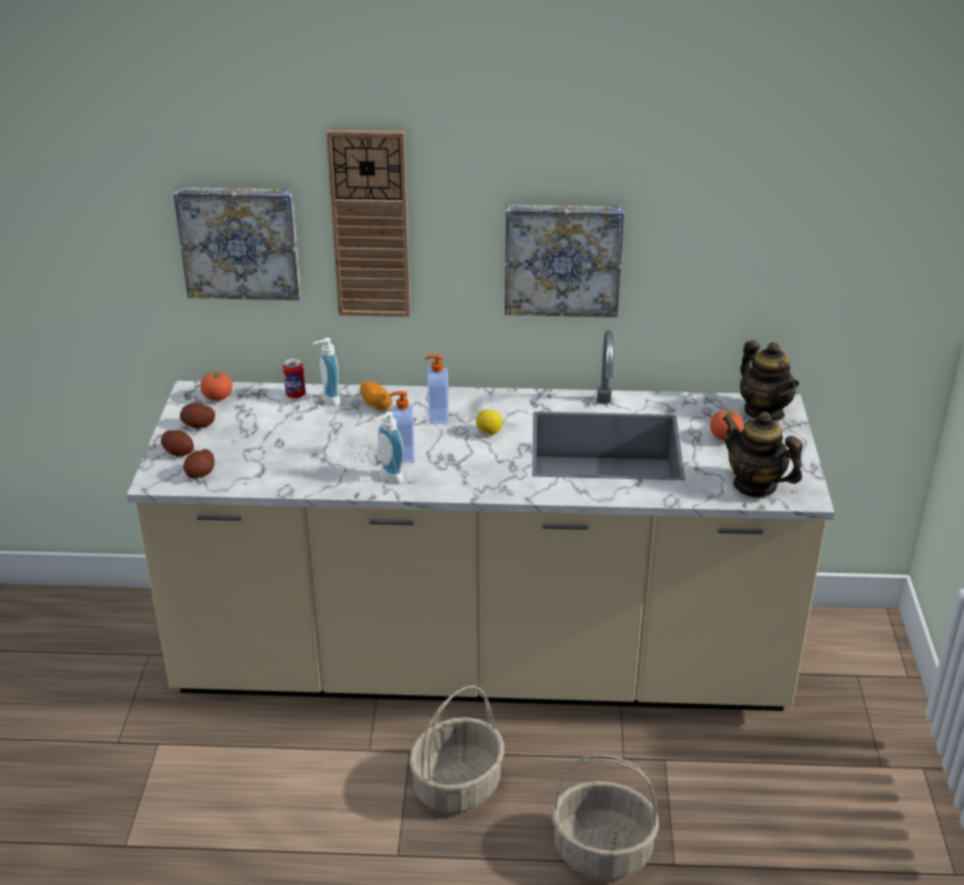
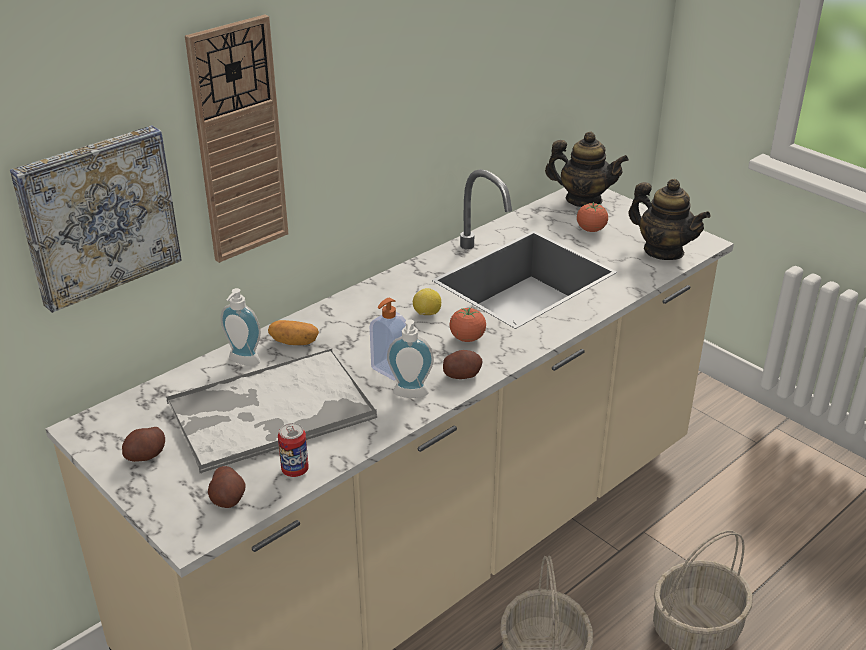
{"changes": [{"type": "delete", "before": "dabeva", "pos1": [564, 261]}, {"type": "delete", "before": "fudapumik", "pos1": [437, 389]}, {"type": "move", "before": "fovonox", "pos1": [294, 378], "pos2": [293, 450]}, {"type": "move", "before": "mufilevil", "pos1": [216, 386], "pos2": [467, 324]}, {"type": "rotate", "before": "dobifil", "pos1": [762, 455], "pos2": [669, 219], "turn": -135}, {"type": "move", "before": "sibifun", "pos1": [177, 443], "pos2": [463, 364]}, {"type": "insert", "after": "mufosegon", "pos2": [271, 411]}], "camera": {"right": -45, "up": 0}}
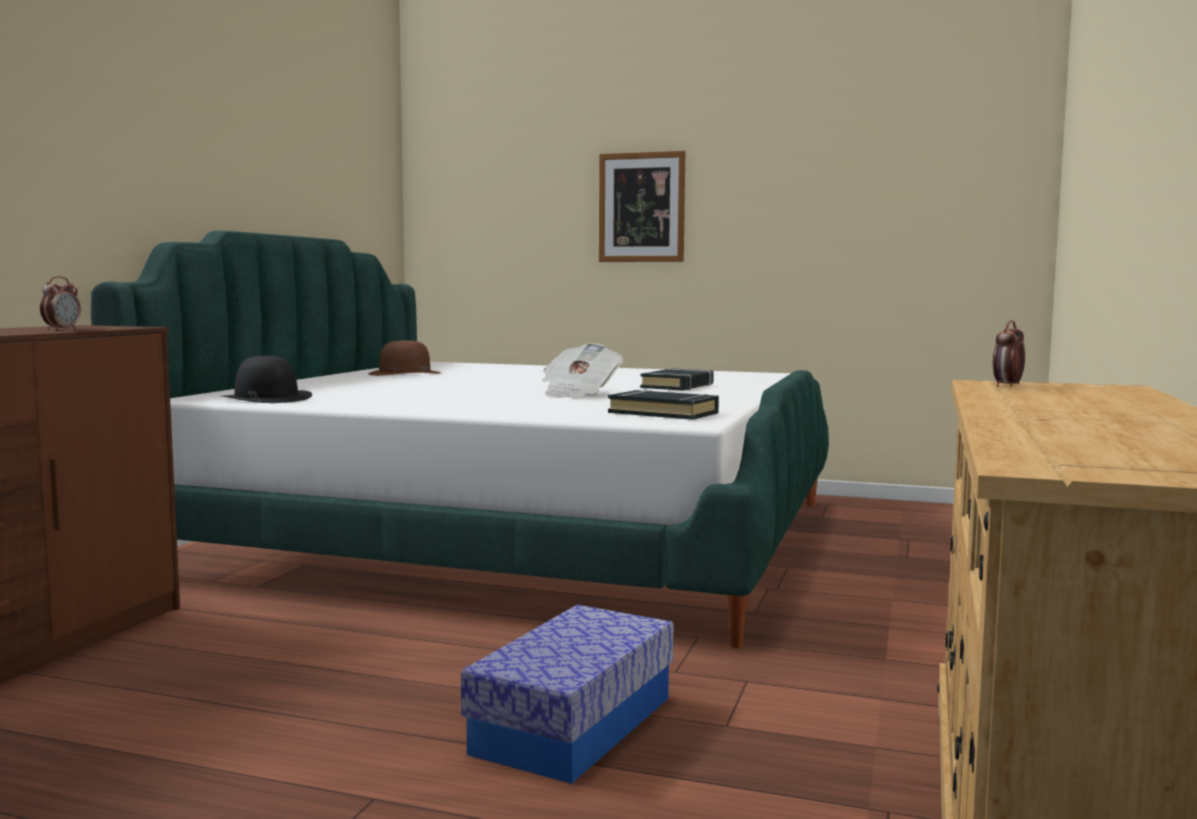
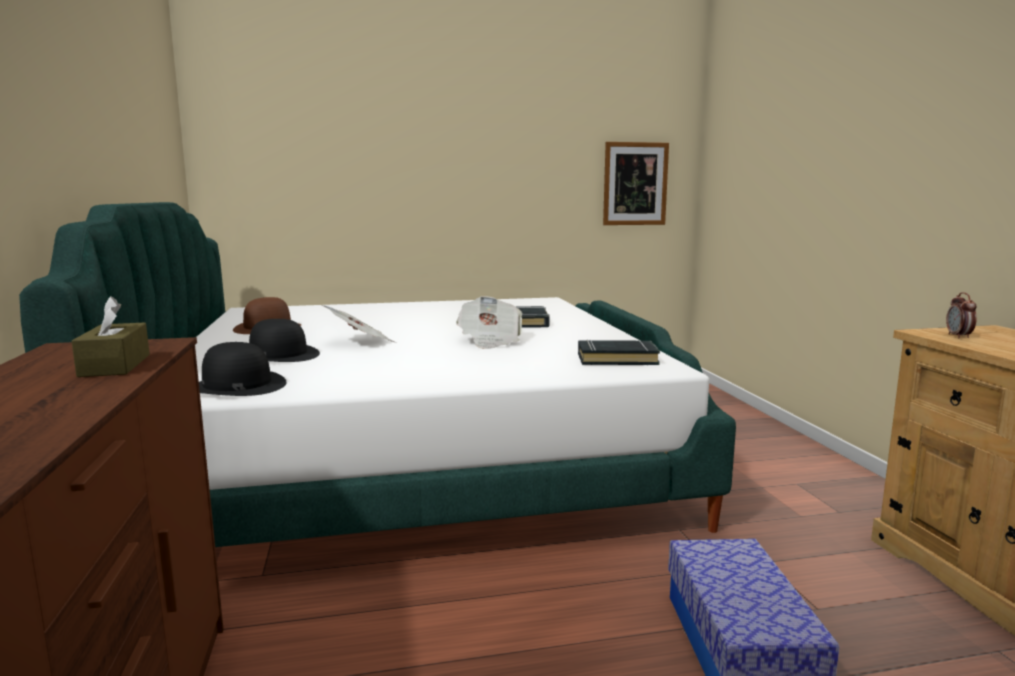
{"changes": [{"type": "move", "before": "dabeva", "pos1": [642, 206], "pos2": [636, 183]}, {"type": "replace", "before": "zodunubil", "after": "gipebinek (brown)", "pos1": [60, 303], "pos2": [110, 336]}, {"type": "insert", "after": "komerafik", "pos2": [358, 323]}, {"type": "insert", "after": "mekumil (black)", "pos2": [284, 340]}], "camera": {"right": -30, "up": 5}}
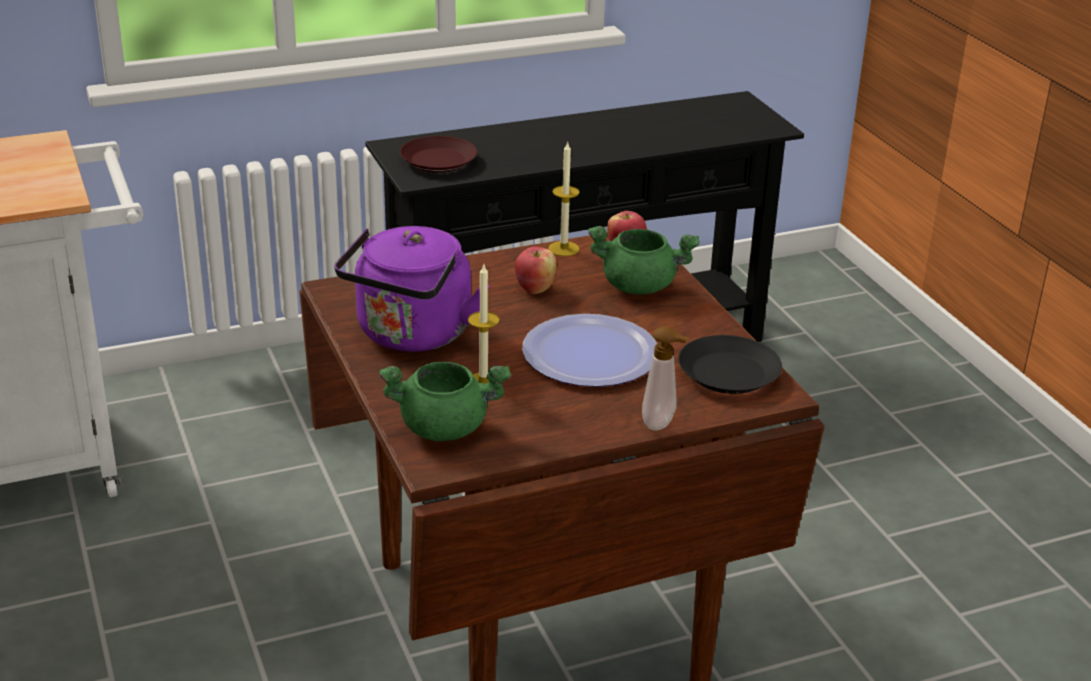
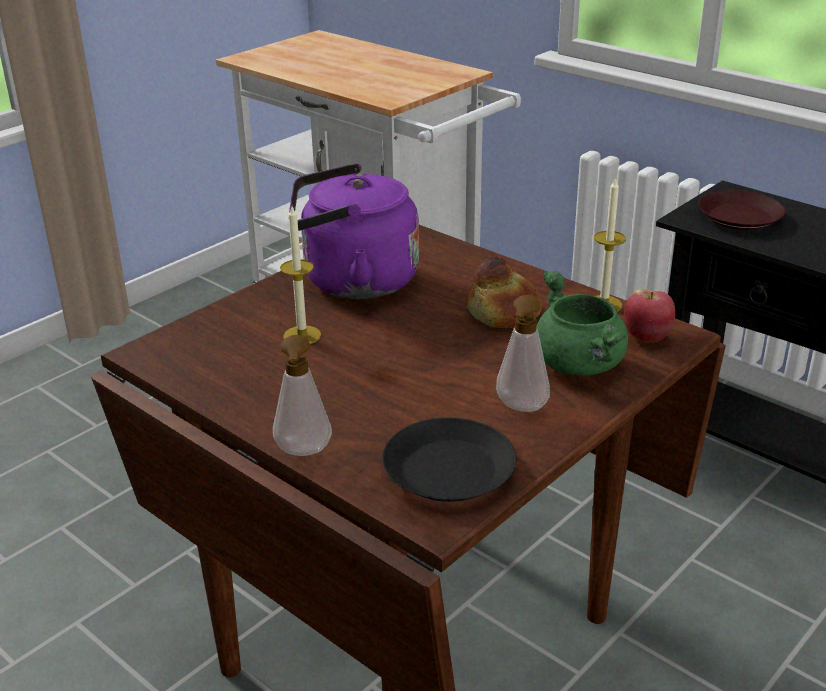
{"changes": [{"type": "replace", "before": "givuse", "after": "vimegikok", "pos1": [536, 270], "pos2": [504, 292]}, {"type": "delete", "before": "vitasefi", "pos1": [589, 350]}, {"type": "delete", "before": "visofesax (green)", "pos1": [445, 401]}, {"type": "insert", "after": "fudapumik", "pos2": [523, 353]}], "camera": {"right": 65, "up": 0}}
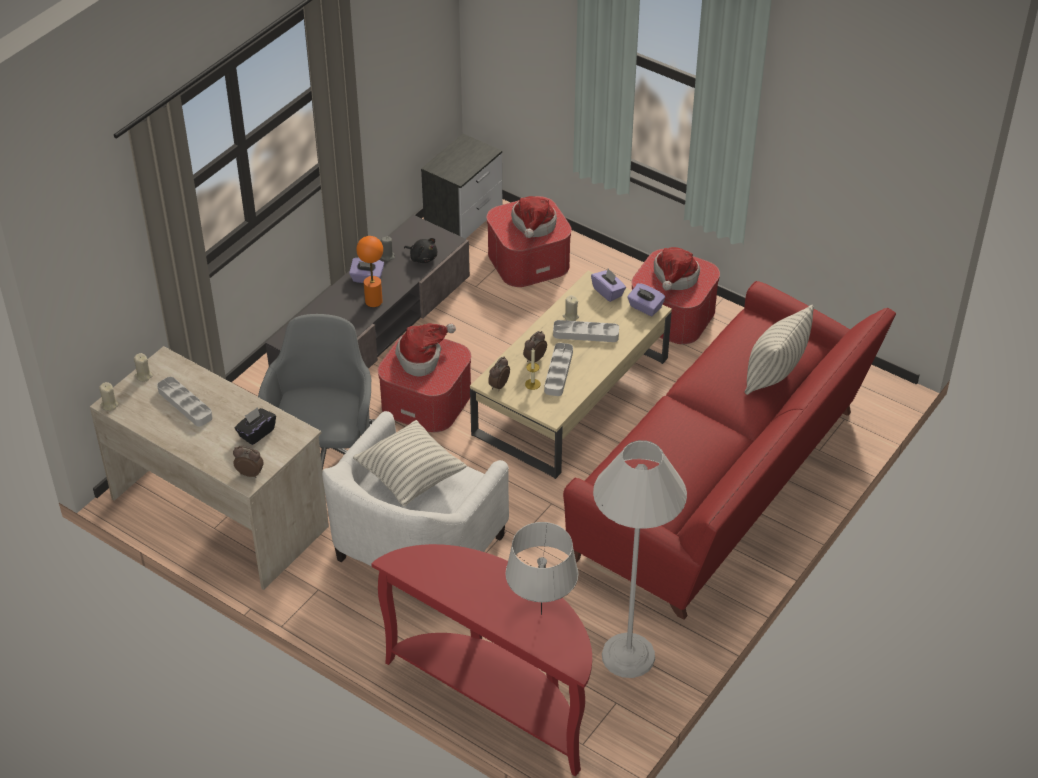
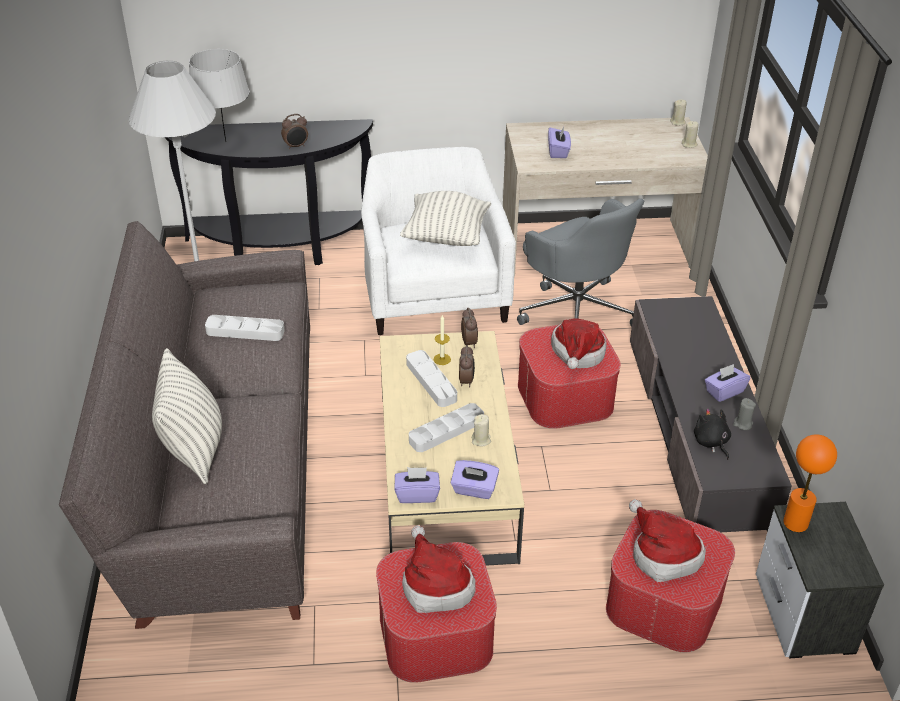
{"changes": [{"type": "move", "before": "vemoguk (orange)", "pos1": [369, 271], "pos2": [810, 483]}, {"type": "rotate", "before": "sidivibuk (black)", "pos1": [420, 250], "pos2": [712, 434], "turn": 75}, {"type": "recolor", "before": "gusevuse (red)", "after": "gusevuse (grey)", "pos1": [729, 450], "pos2": [184, 425]}, {"type": "move", "before": "mufosegon (grey)", "pos1": [185, 402], "pos2": [245, 328]}, {"type": "recolor", "before": "gipebinek (black)", "after": "gipebinek (purple)", "pos1": [255, 426], "pos2": [559, 142]}, {"type": "move", "before": "zodunubil", "pos1": [248, 462], "pos2": [294, 131]}, {"type": "recolor", "before": "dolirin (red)", "after": "dolirin (black)", "pos1": [481, 660], "pos2": [269, 192]}], "camera": {"right": 140, "up": -5}}
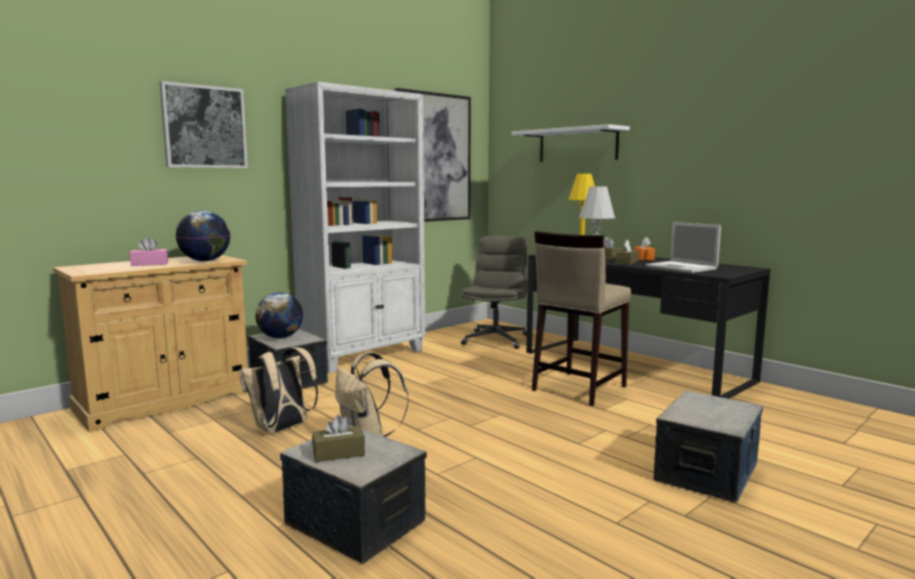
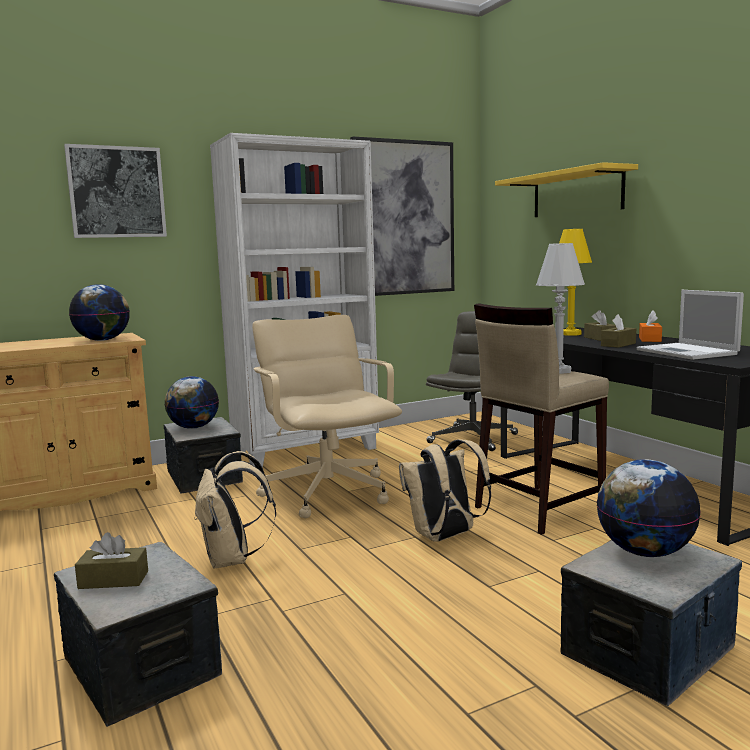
{"changes": [{"type": "recolor", "before": "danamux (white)", "after": "danamux (yellow)", "pos1": [570, 143], "pos2": [566, 189]}, {"type": "delete", "before": "gipebinek (pink)", "pos1": [149, 251]}, {"type": "move", "before": "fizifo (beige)", "pos1": [278, 390], "pos2": [445, 490]}, {"type": "insert", "after": "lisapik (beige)", "pos2": [327, 416]}, {"type": "insert", "after": "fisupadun", "pos2": [649, 508]}], "camera": {"right": 15, "up": 0}}
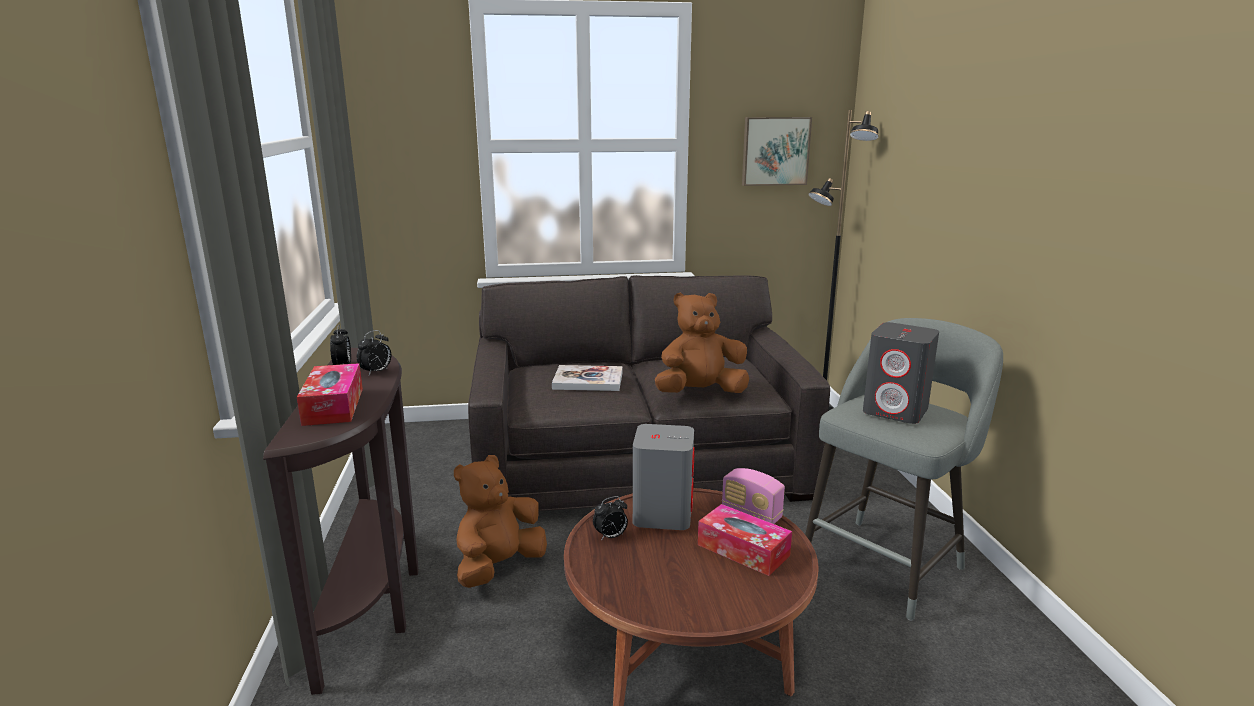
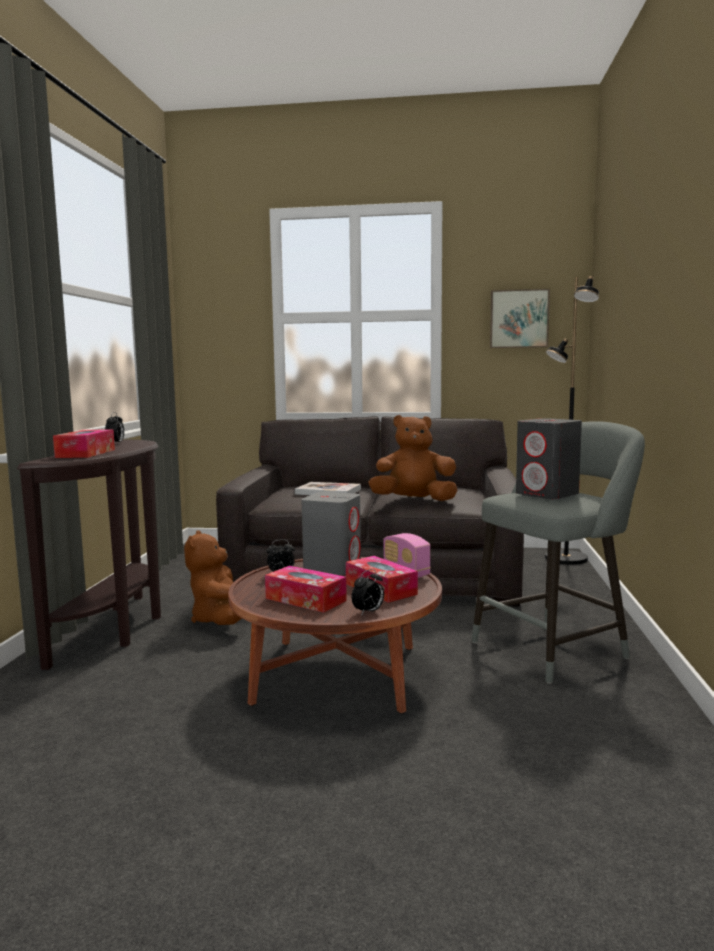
{"changes": [{"type": "move", "before": "zodunubil", "pos1": [374, 352], "pos2": [368, 592]}, {"type": "rotate", "before": "sidivibuk (brown)", "pos1": [500, 521], "pos2": [213, 577], "turn": -60}, {"type": "insert", "after": "gipebinek", "pos2": [306, 589]}], "camera": {"right": 15, "up": -10}}
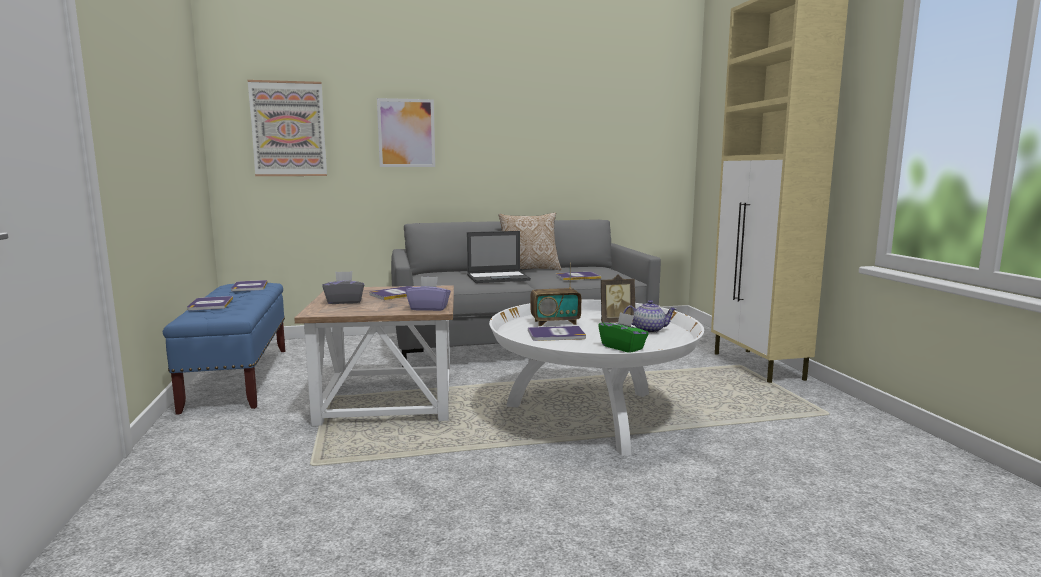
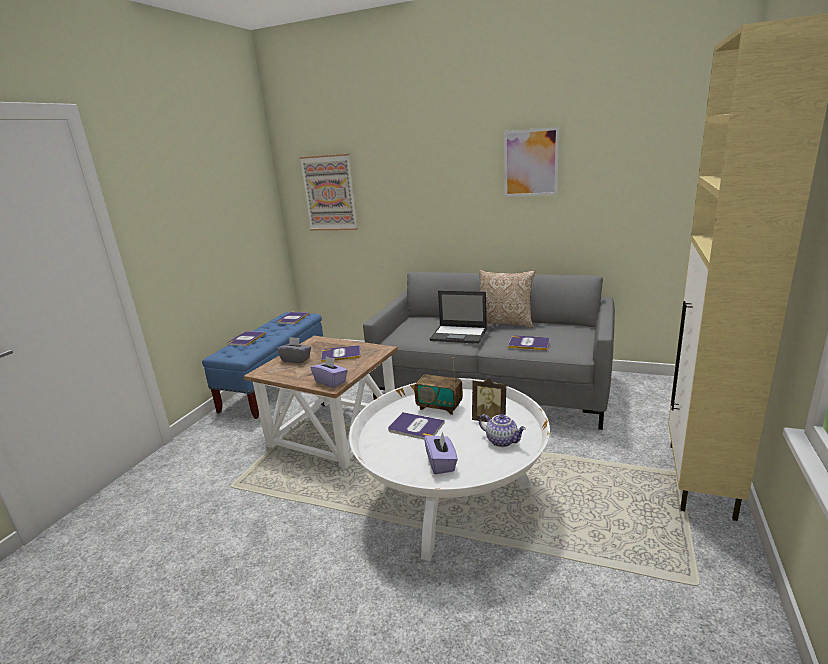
{"changes": [{"type": "move", "before": "dabeva", "pos1": [406, 132], "pos2": [531, 162]}, {"type": "recolor", "before": "gipebinek (green)", "after": "gipebinek (purple)", "pos1": [623, 332], "pos2": [441, 452]}], "camera": {"right": 35, "up": 10}}
